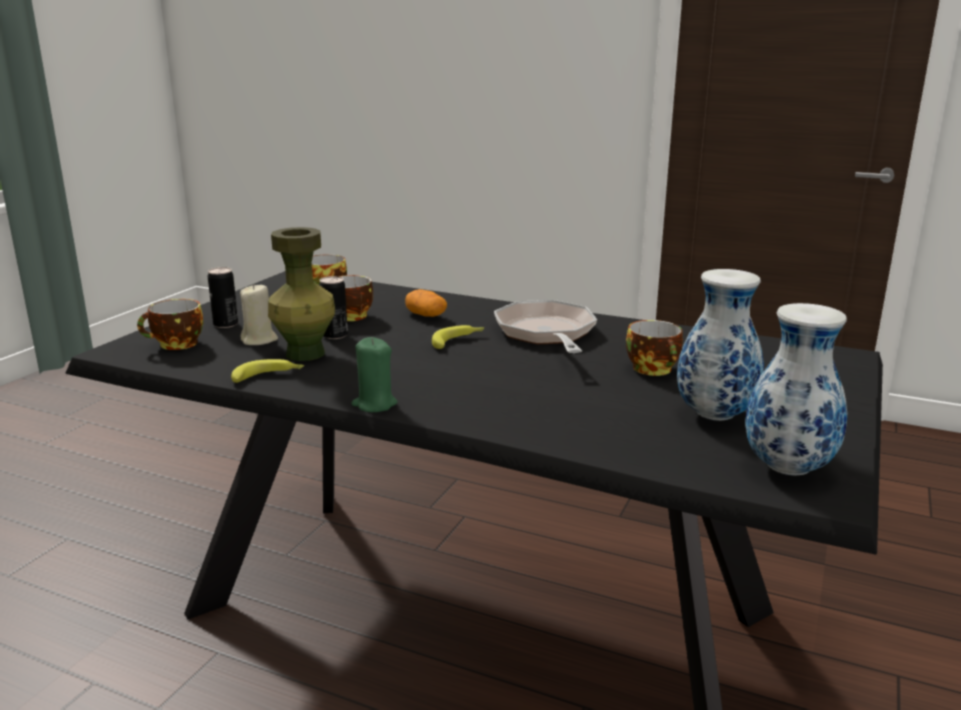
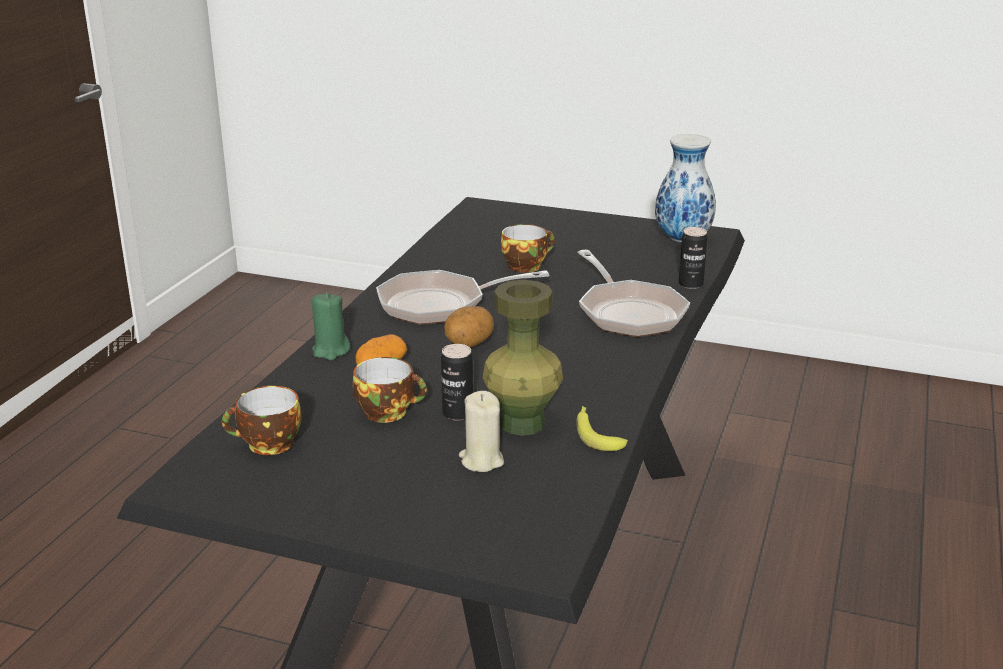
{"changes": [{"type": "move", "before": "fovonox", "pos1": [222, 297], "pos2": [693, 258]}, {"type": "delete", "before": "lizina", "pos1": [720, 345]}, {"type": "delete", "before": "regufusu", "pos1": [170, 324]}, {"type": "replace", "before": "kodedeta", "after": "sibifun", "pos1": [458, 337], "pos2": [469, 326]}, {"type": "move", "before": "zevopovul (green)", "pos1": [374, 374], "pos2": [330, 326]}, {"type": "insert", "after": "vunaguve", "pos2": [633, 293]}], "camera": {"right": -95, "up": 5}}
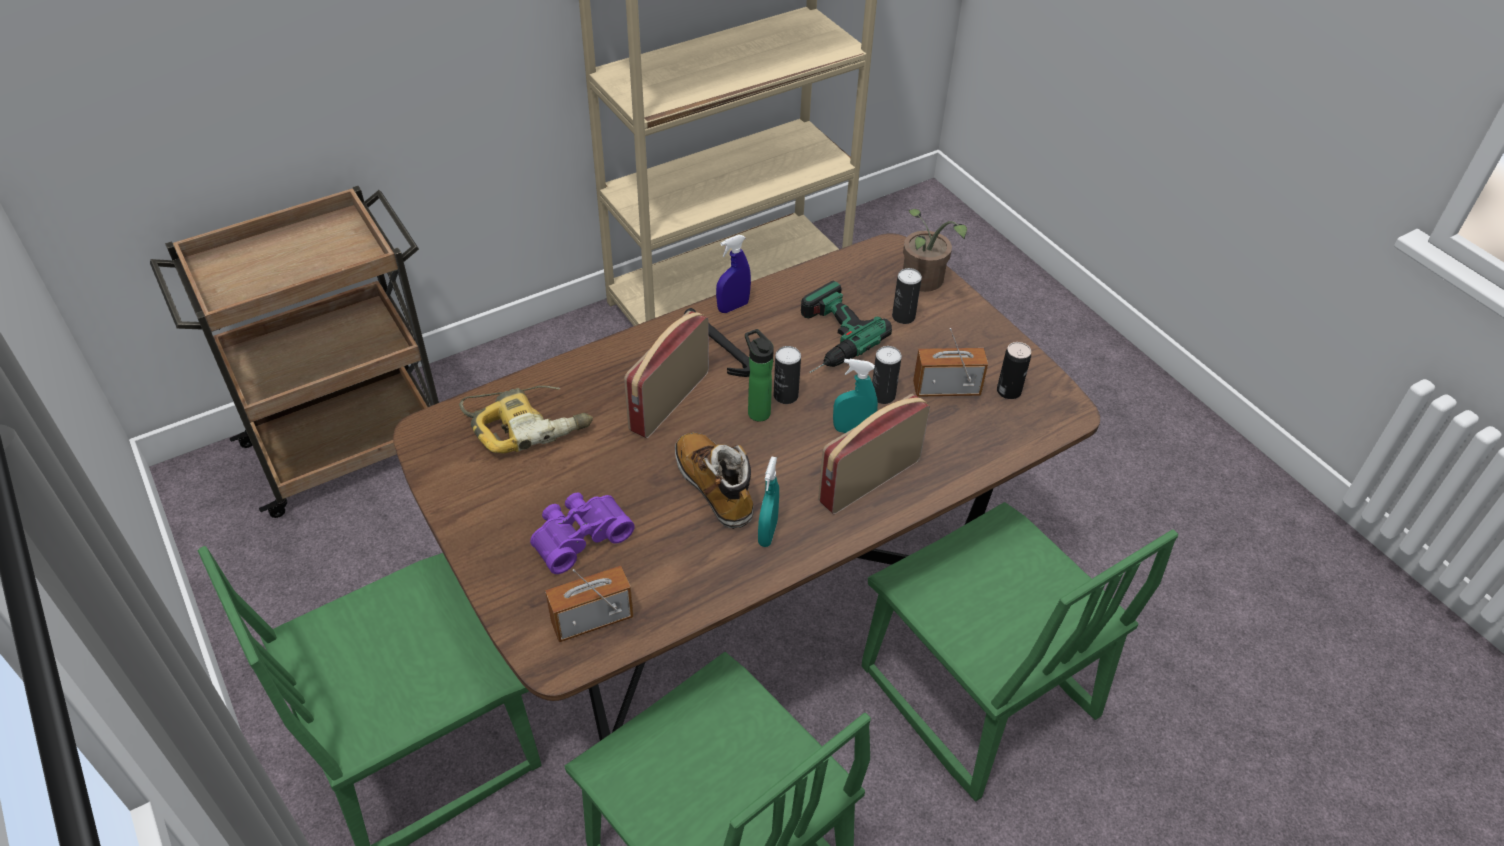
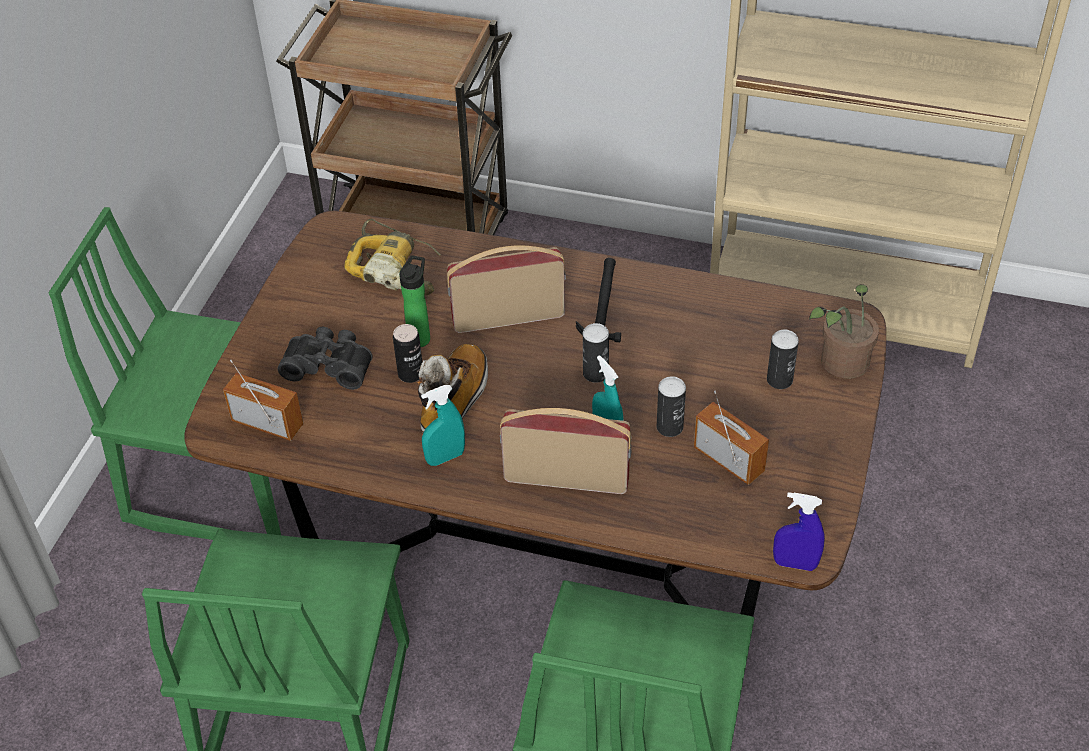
{"changes": [{"type": "move", "before": "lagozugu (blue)", "pos1": [733, 274], "pos2": [799, 531]}, {"type": "delete", "before": "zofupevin", "pos1": [846, 326]}, {"type": "move", "before": "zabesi", "pos1": [759, 375], "pos2": [414, 301]}, {"type": "move", "before": "fovonox", "pos1": [1014, 370], "pos2": [407, 353]}, {"type": "recolor", "before": "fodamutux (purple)", "after": "fodamutux (black)", "pos1": [582, 533], "pos2": [325, 358]}], "camera": {"right": 50, "up": 0}}
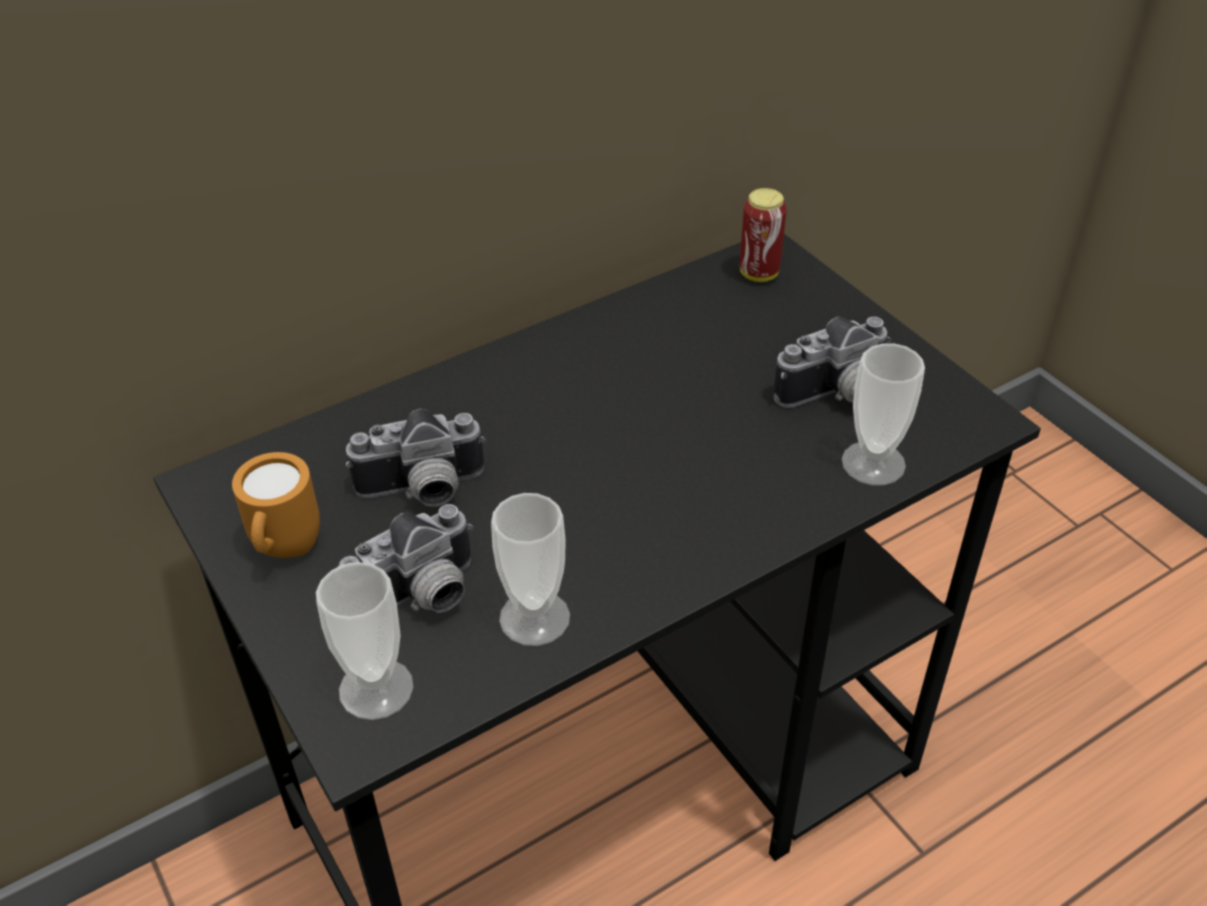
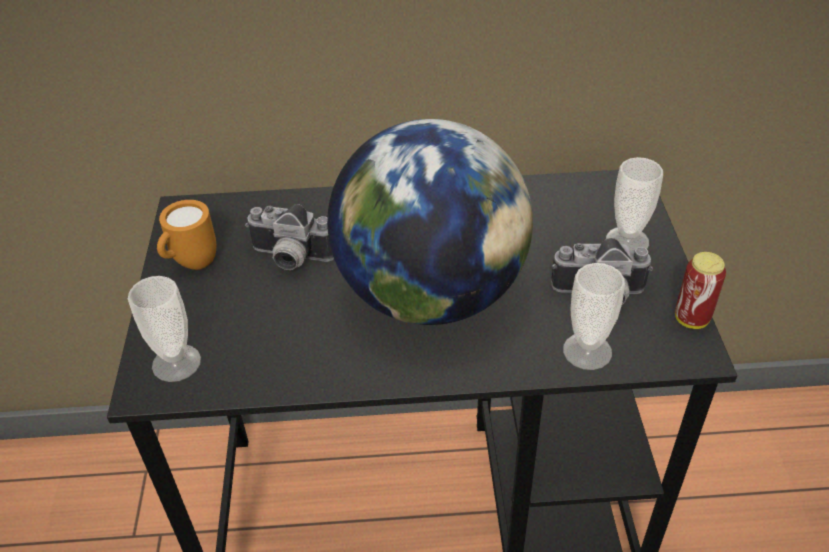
{"changes": [{"type": "move", "before": "fovonox", "pos1": [763, 235], "pos2": [700, 290]}, {"type": "move", "before": "regufusu", "pos1": [530, 569], "pos2": [634, 204]}, {"type": "delete", "before": "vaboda", "pos1": [405, 558]}, {"type": "insert", "after": "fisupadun", "pos2": [430, 222]}], "camera": {"right": 30, "up": 0}}
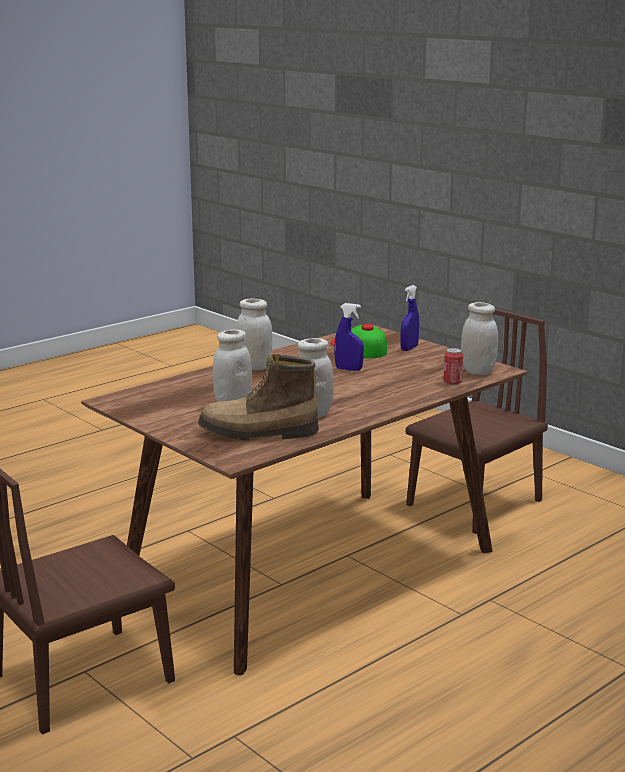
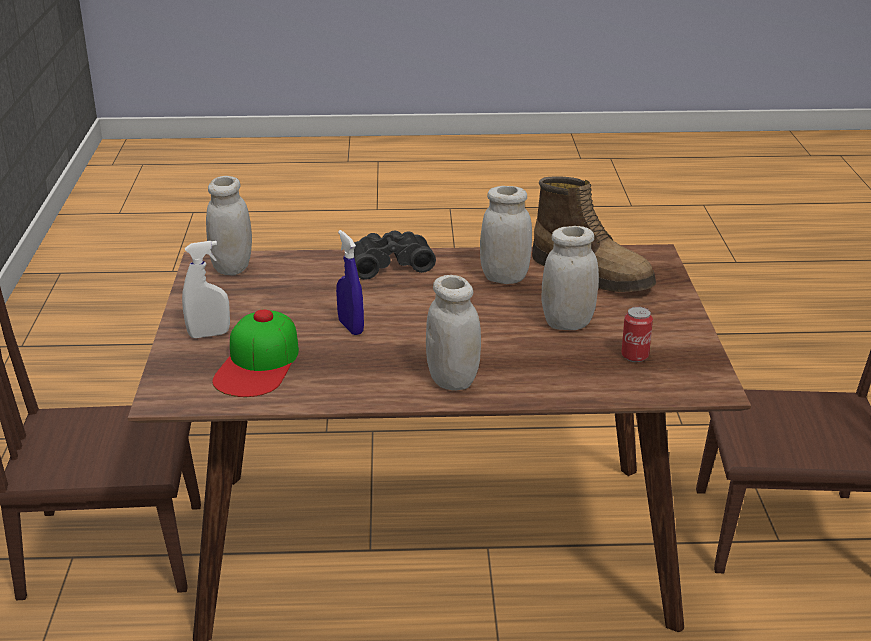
{"changes": [{"type": "recolor", "before": "lagozugu (blue)", "after": "lagozugu (white)", "pos1": [410, 318], "pos2": [206, 289]}, {"type": "move", "before": "fovonox", "pos1": [453, 366], "pos2": [637, 334]}, {"type": "insert", "after": "fodamutux (black)", "pos2": [395, 255]}], "camera": {"right": -140, "up": 10}}
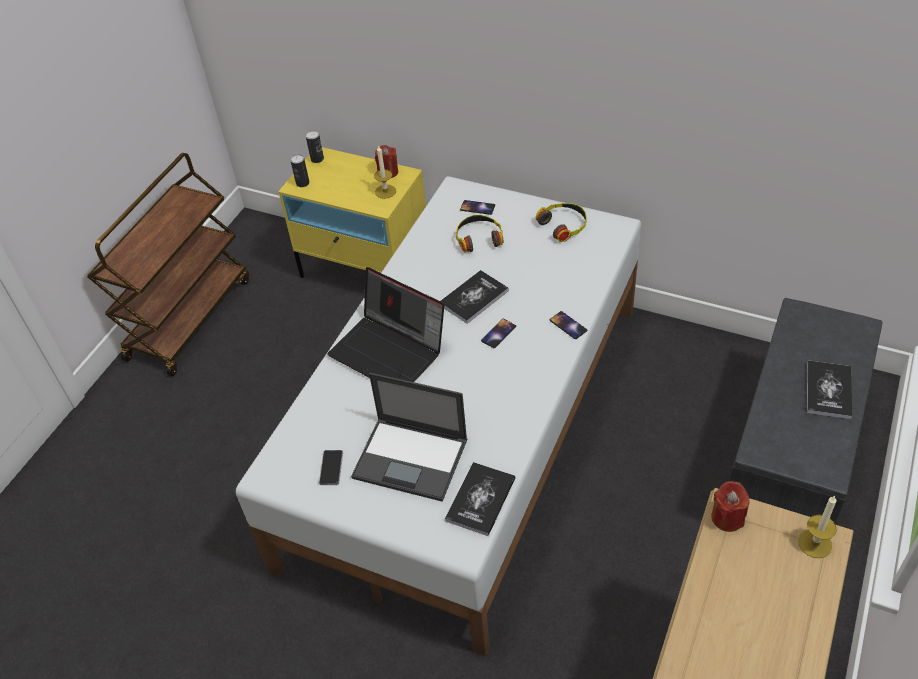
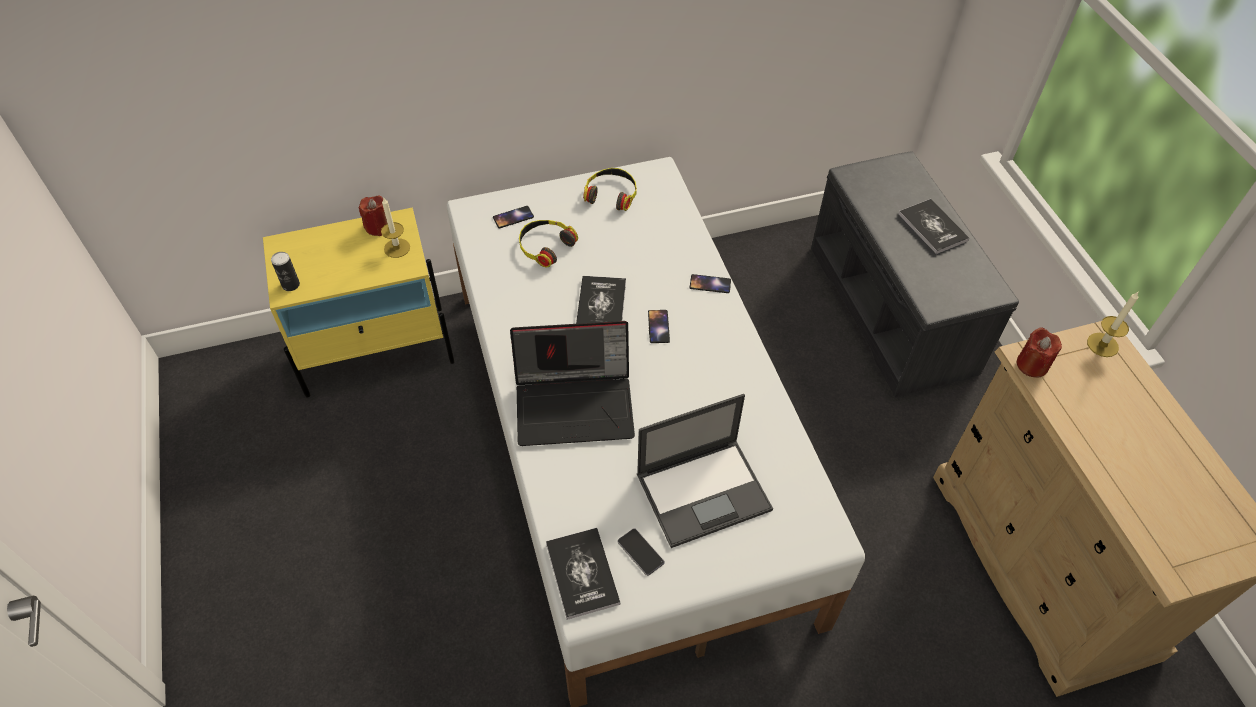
{"changes": [{"type": "delete", "before": "fovonox", "pos1": [315, 146]}, {"type": "delete", "before": "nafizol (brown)", "pos1": [168, 264]}, {"type": "move", "before": "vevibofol", "pos1": [480, 499], "pos2": [583, 574]}], "camera": {"right": -45, "up": 5}}
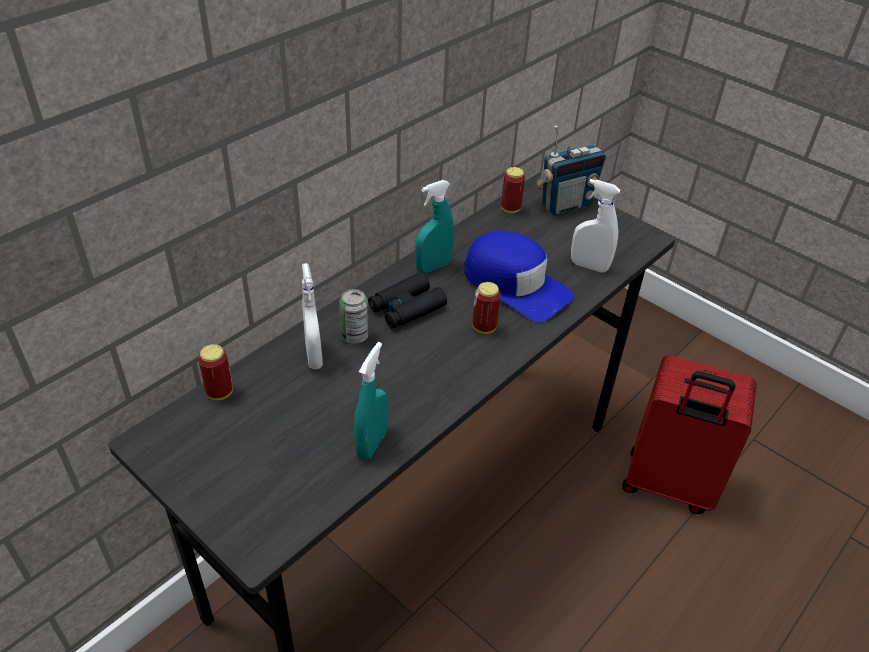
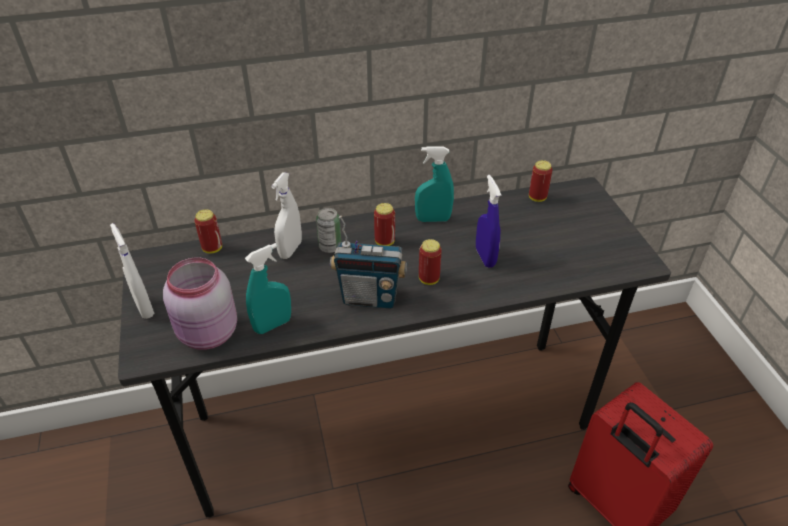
{"changes": [{"type": "move", "before": "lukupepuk", "pos1": [570, 170], "pos2": [368, 262]}, {"type": "move", "before": "lagozugu (white)", "pos1": [596, 226], "pos2": [132, 271]}, {"type": "replace", "before": "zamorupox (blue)", "after": "lagozugu (blue)", "pos1": [519, 276], "pos2": [488, 221]}, {"type": "replace", "before": "fodamutux (black)", "after": "fovonox", "pos1": [407, 300], "pos2": [384, 224]}, {"type": "insert", "after": "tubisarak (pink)", "pos2": [200, 303]}], "camera": {"right": 35, "up": 0}}
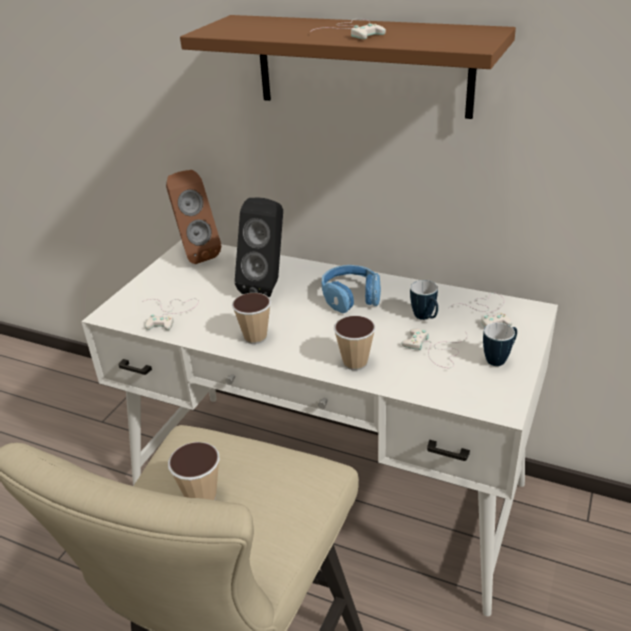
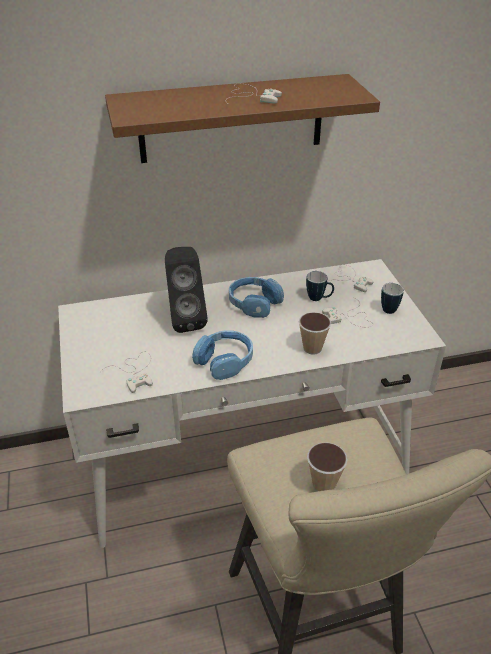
{"changes": [{"type": "delete", "before": "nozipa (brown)", "pos1": [193, 217]}, {"type": "replace", "before": "regufusu", "after": "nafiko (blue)", "pos1": [251, 318], "pos2": [222, 355]}], "camera": {"right": -40, "up": 5}}
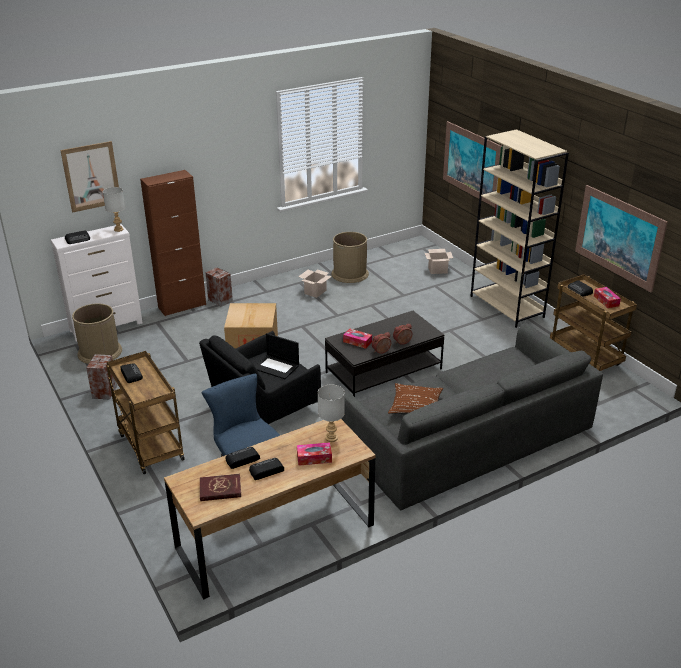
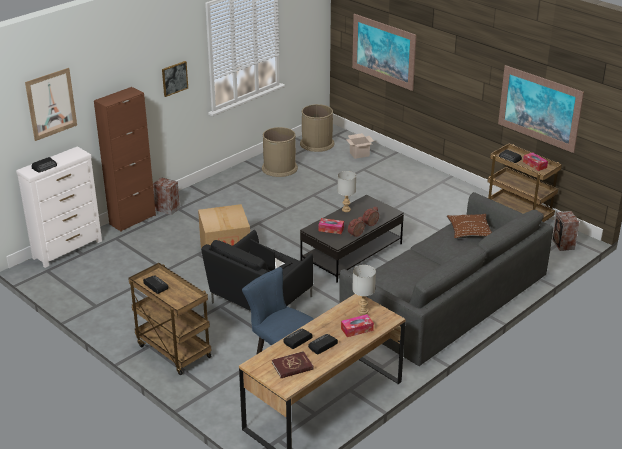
{"changes": [{"type": "delete", "before": "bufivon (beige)", "pos1": [520, 228]}, {"type": "move", "before": "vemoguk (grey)", "pos1": [114, 209], "pos2": [347, 191]}, {"type": "delete", "before": "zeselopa", "pos1": [315, 283]}, {"type": "move", "before": "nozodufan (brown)", "pos1": [97, 333], "pos2": [317, 128]}, {"type": "rotate", "before": "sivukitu", "pos1": [277, 356], "pos2": [271, 255], "turn": -150}, {"type": "move", "before": "nozipa", "pos1": [101, 377], "pos2": [565, 231]}, {"type": "move", "before": "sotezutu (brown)", "pos1": [415, 399], "pos2": [469, 226]}, {"type": "insert", "after": "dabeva", "pos2": [175, 79]}], "camera": {"right": -15, "up": 0}}
